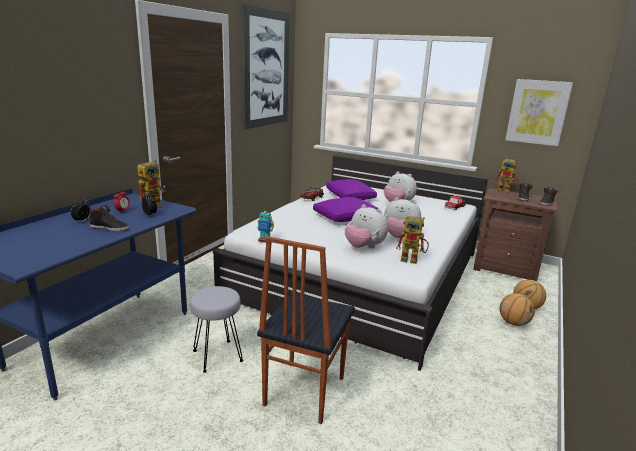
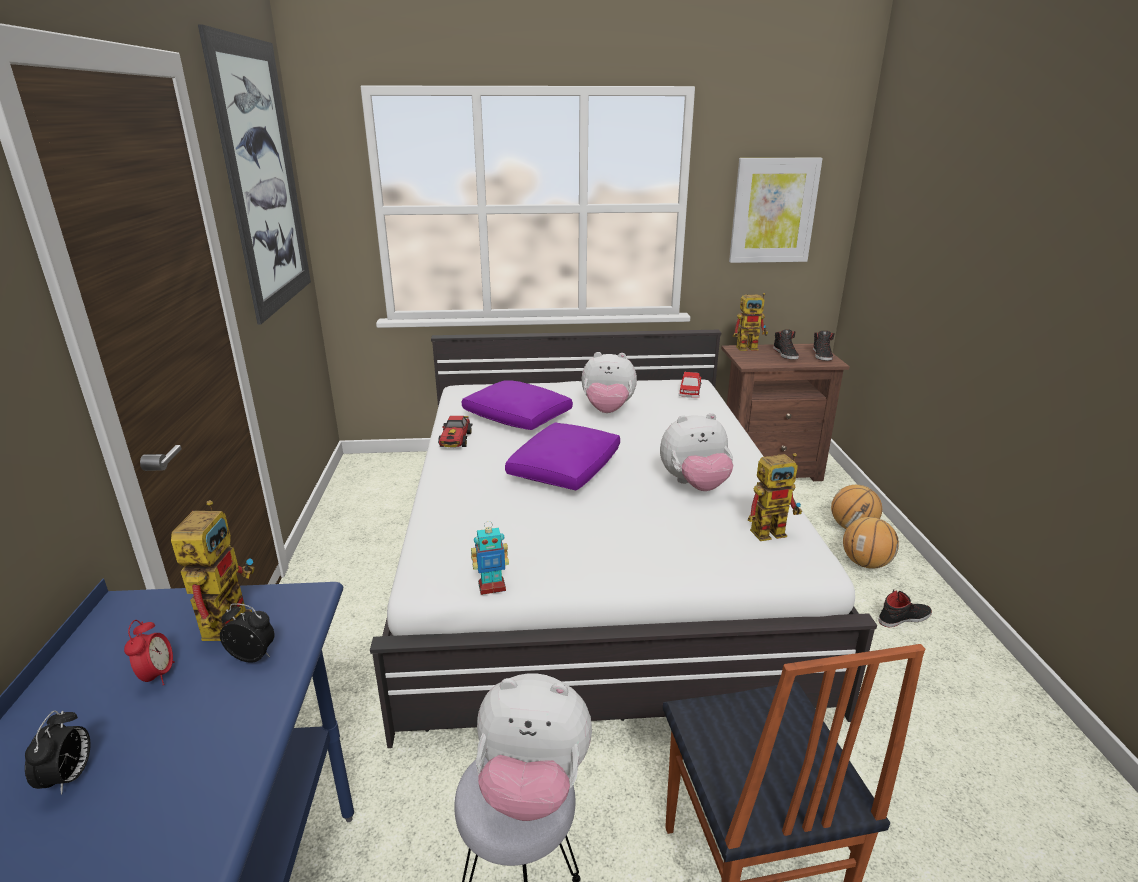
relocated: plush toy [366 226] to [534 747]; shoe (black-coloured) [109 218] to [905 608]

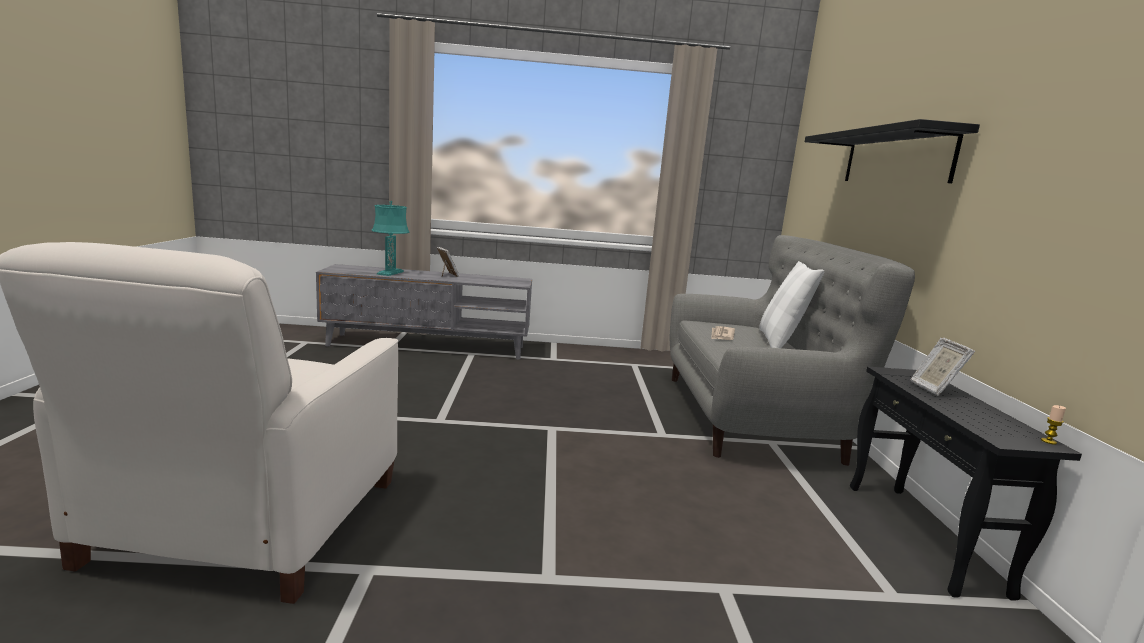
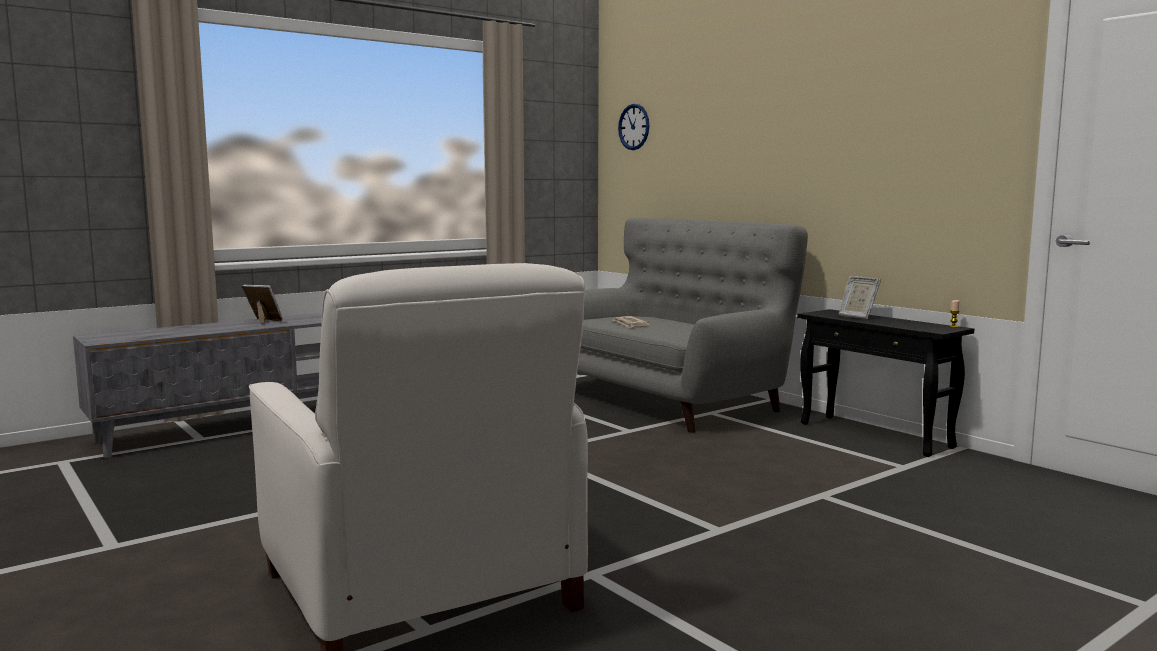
missing: table lamp (blue-green) [390 238]; throw pillow (white) [791 304]; wall shelf (black-coloured) [892 151]
appeared: hanging clock [633 127]

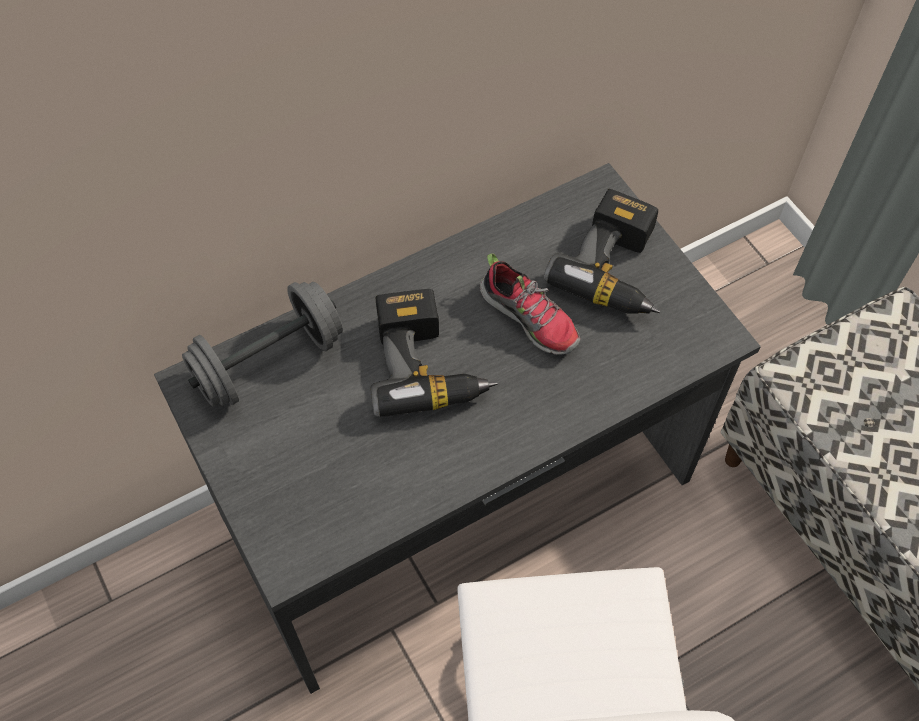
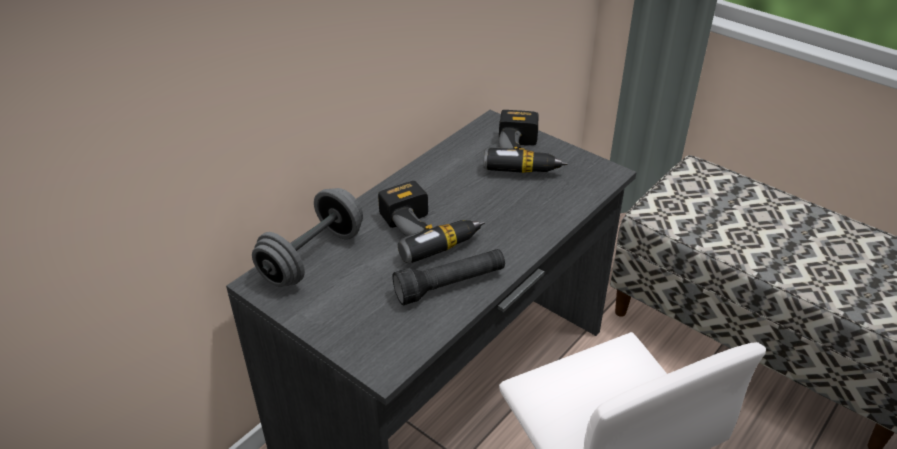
missing: shoe [530 304]
appeared: flashlight (black-coloured) [448 277]

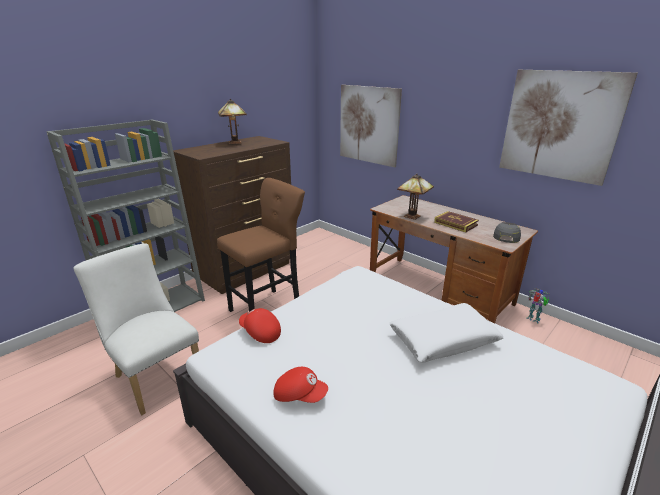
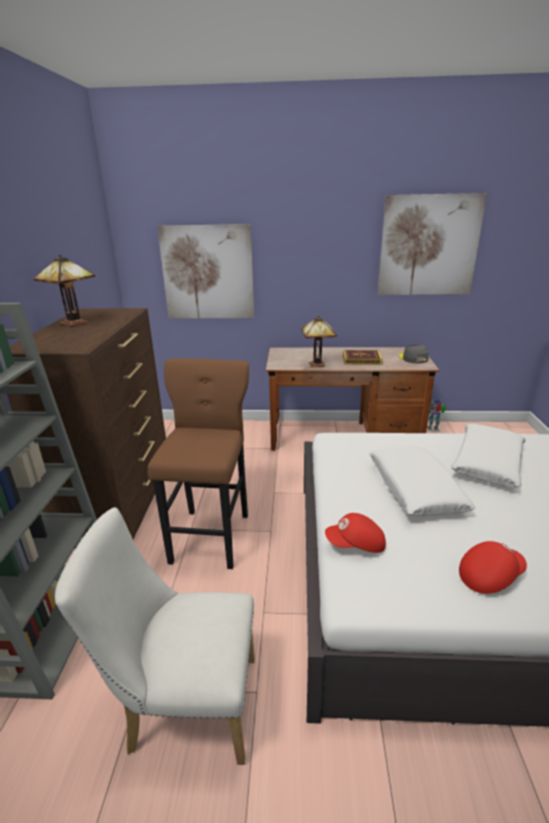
appeared: throw pillow (white) [422 481]

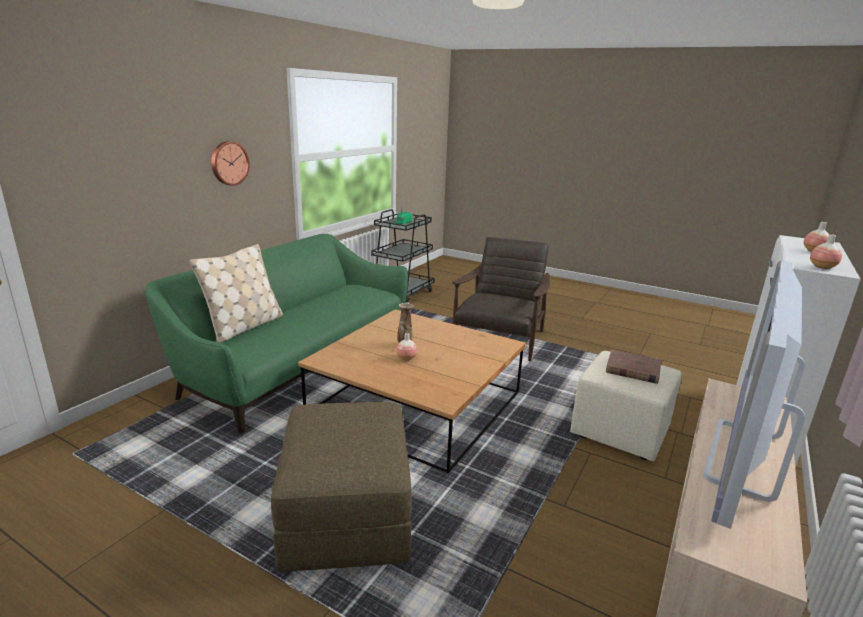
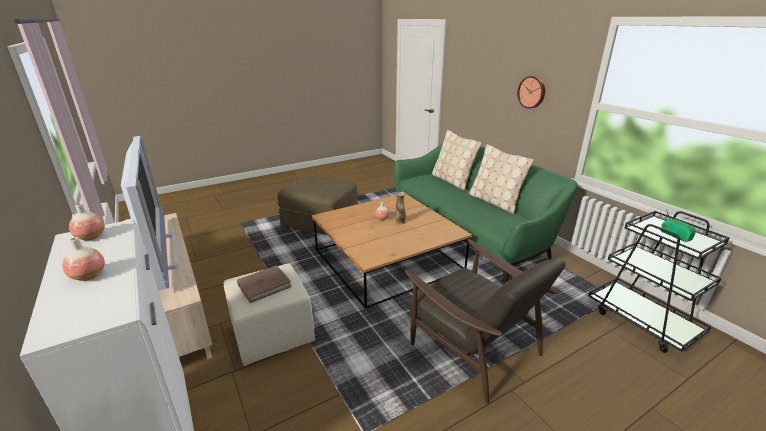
appeared: throw pillow (beige) [501 179]

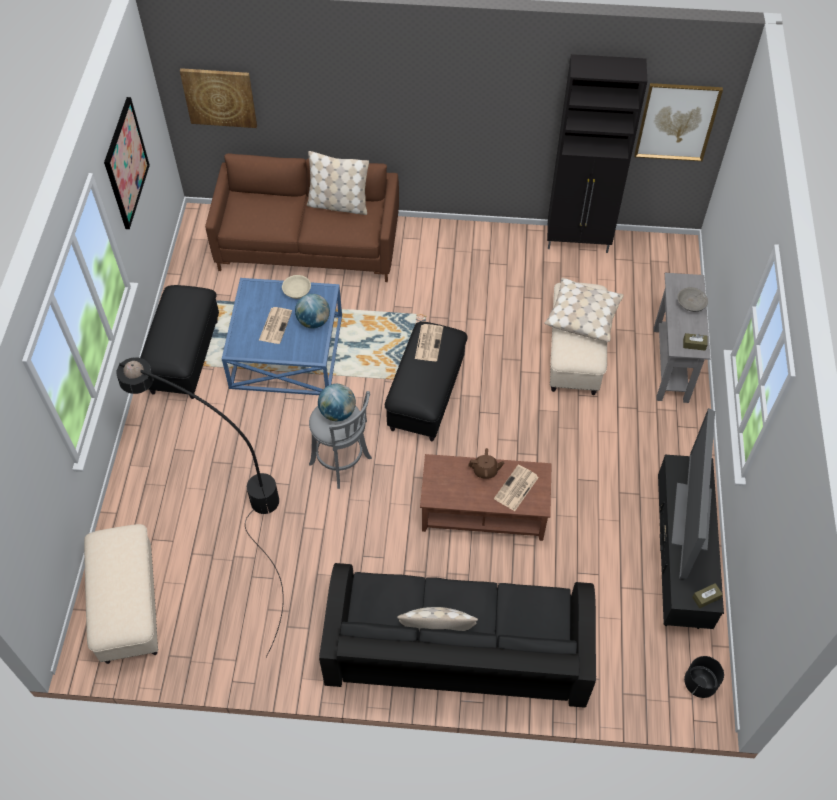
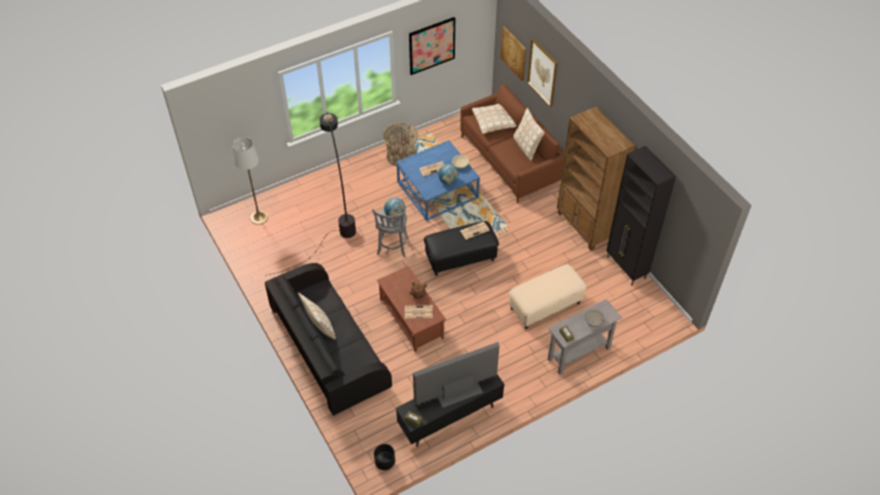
appeared: bookcase (brown-coloured) [596 178]
relocated: throw pillow (beige) [584 310] to [494 119]; wall art [678 122] to [542 73]
exchanged: footrest (beige) [121 594] to standard lamp (white) [250 181]; footrest (black-coloured) [179 342] to household basket [400 144]

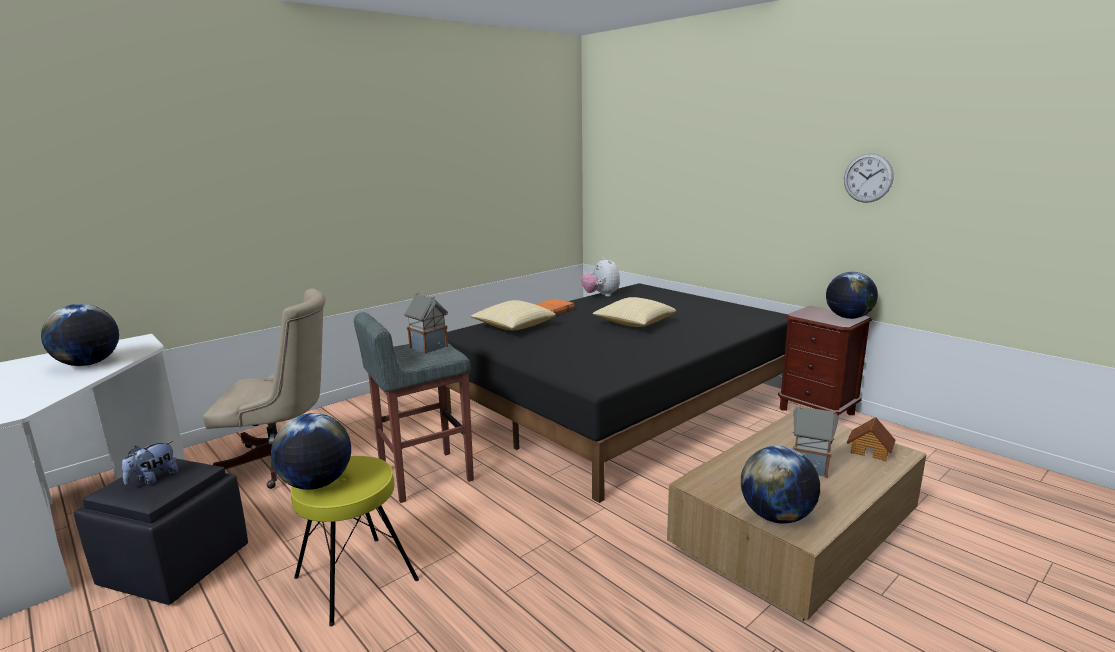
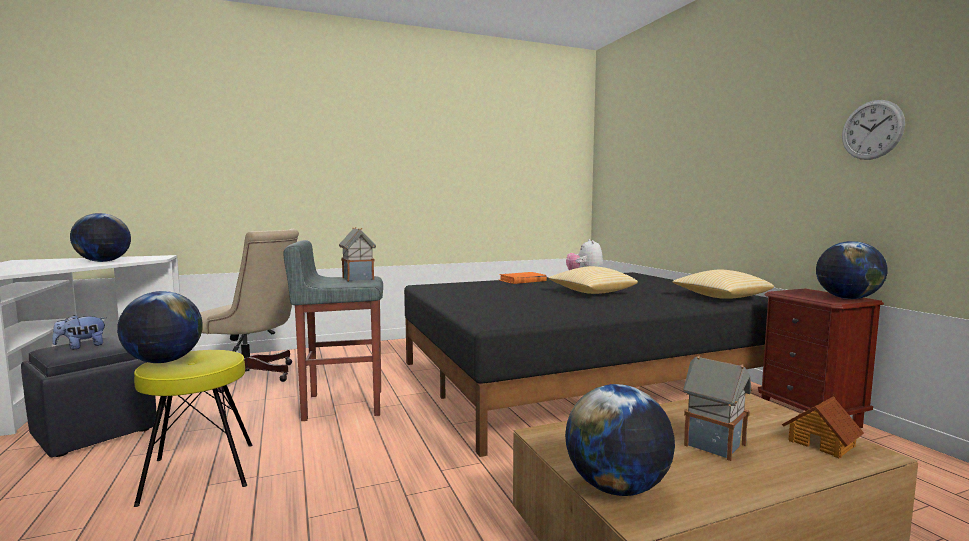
relocated: throw pillow [513 315] to [723 284]

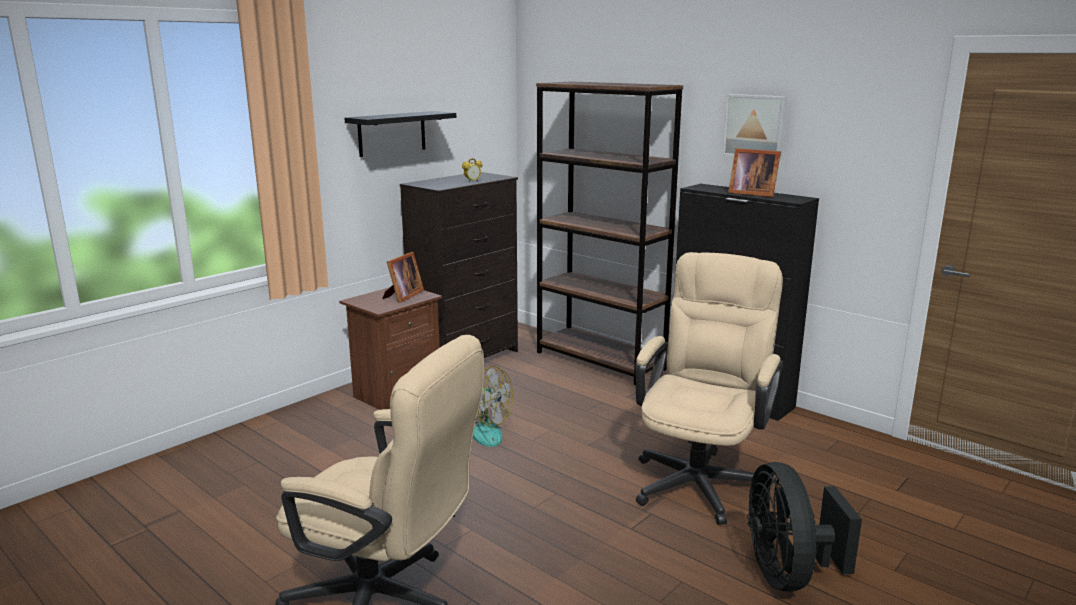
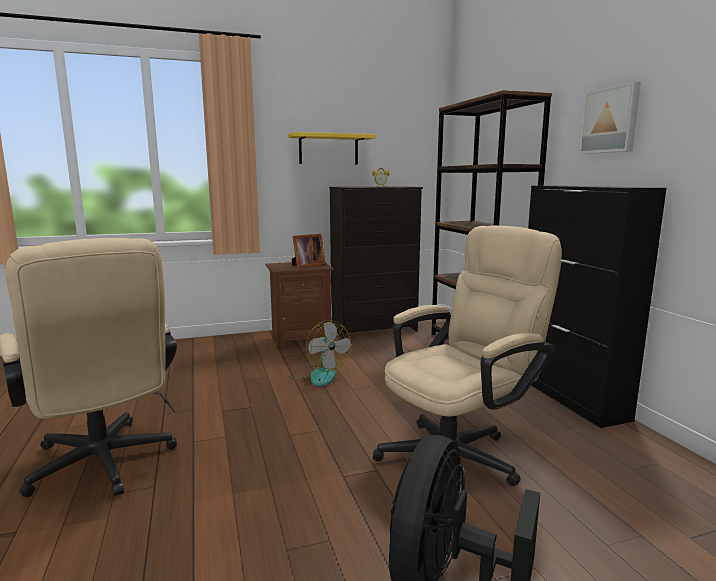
missing: photo frame [754 172]
colour: wall shelf (black-coloured) [400 134] to wall shelf (yellowish) [332 148]

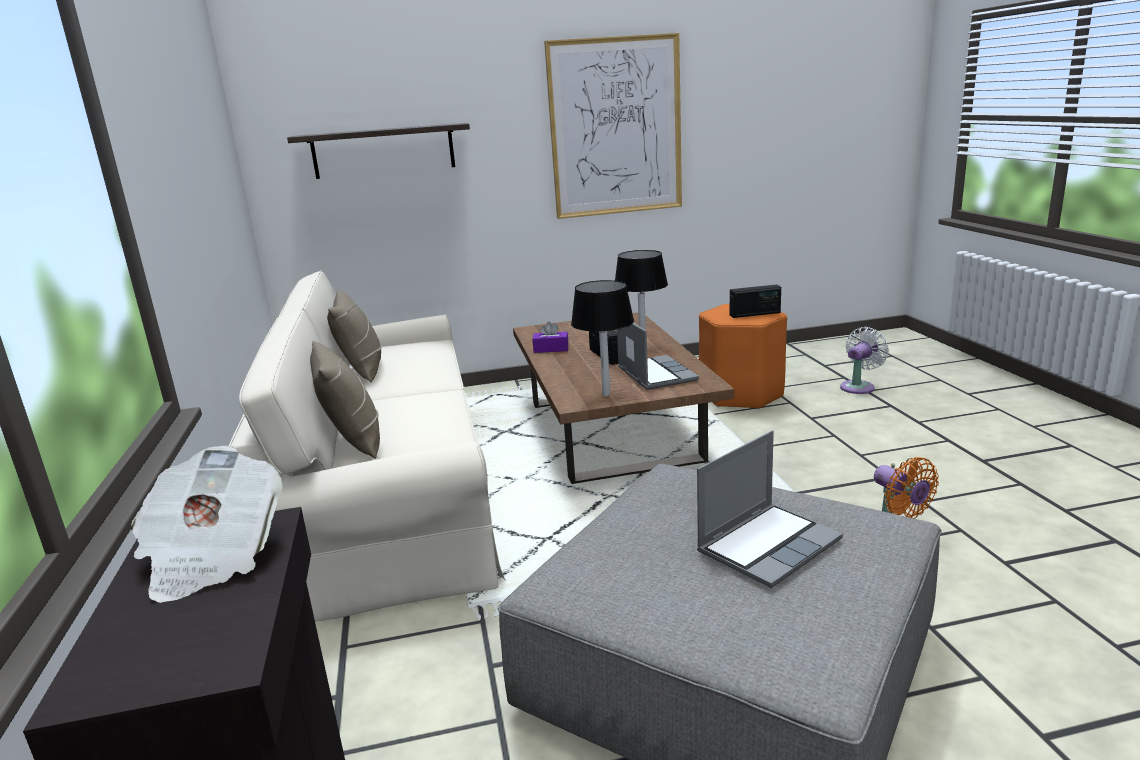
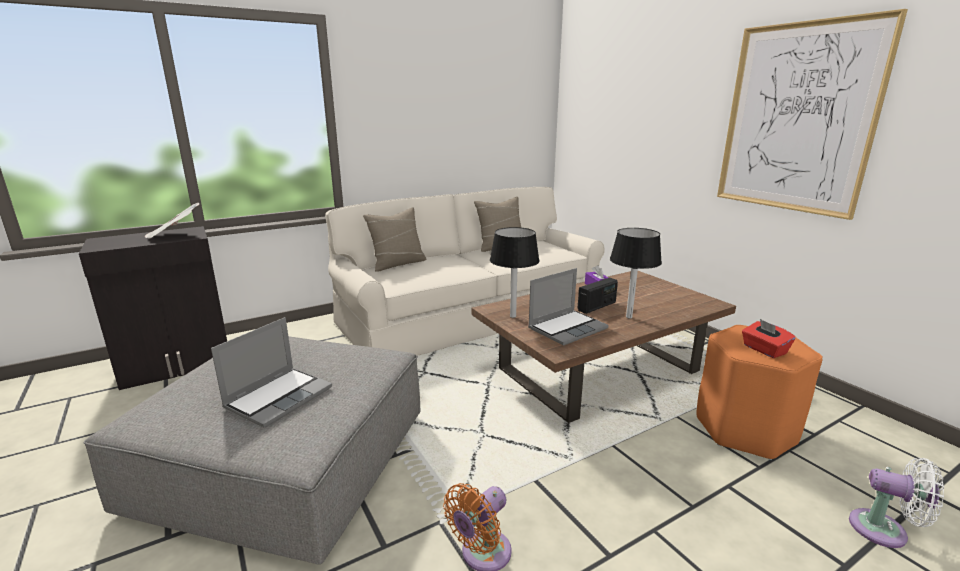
missing: wall shelf [378 151]
exchanged: radio set [755 301] to box of tissues (red) [768 338]
spun: notebook computer [770 509] = [271 372] 90 degrees counterclockwise

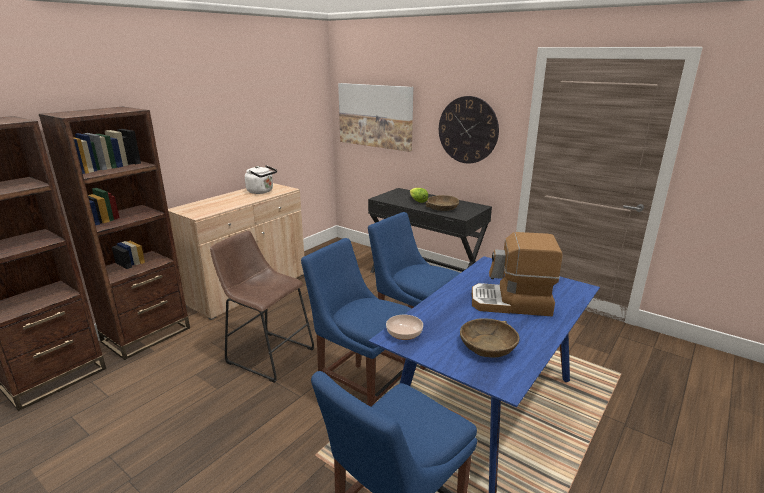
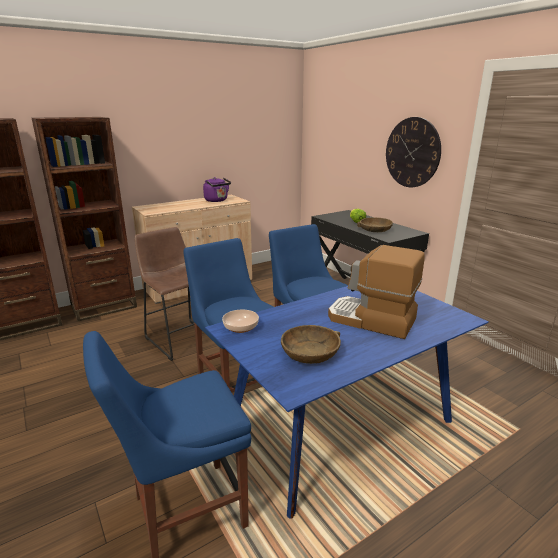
missing: wall art [375 117]
colour: water kettle (white) [261 179] to water kettle (purplish) [217 189]

